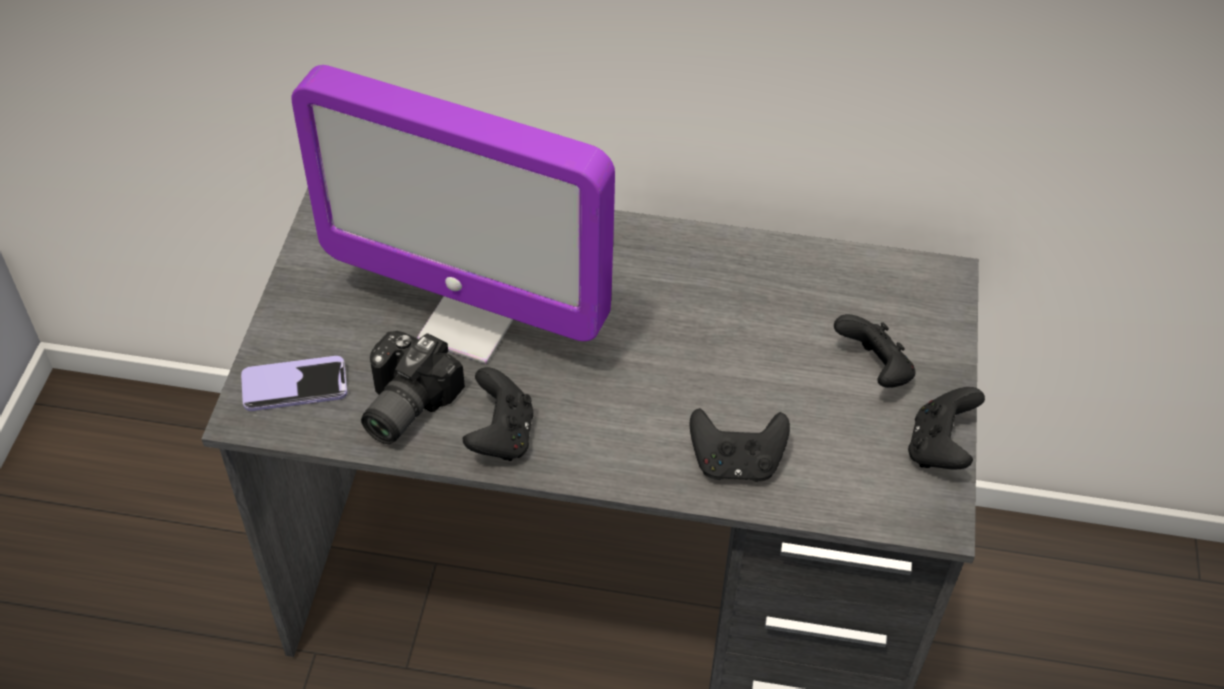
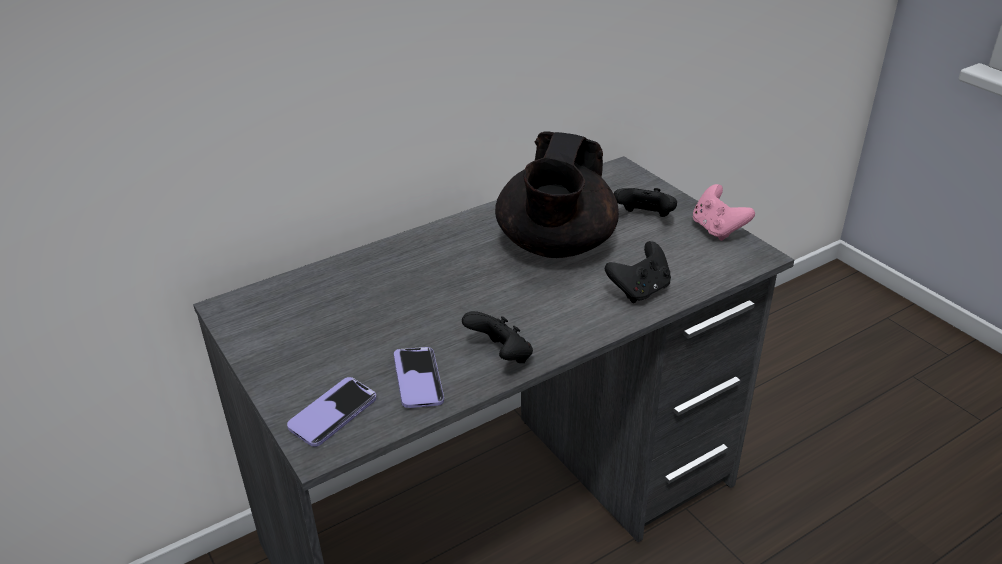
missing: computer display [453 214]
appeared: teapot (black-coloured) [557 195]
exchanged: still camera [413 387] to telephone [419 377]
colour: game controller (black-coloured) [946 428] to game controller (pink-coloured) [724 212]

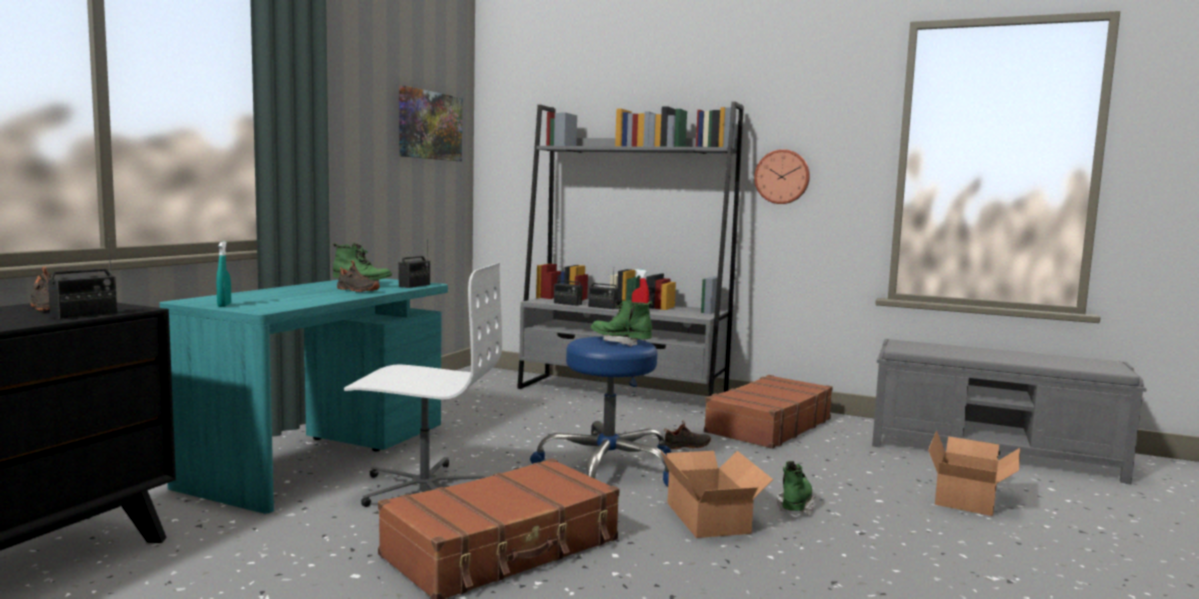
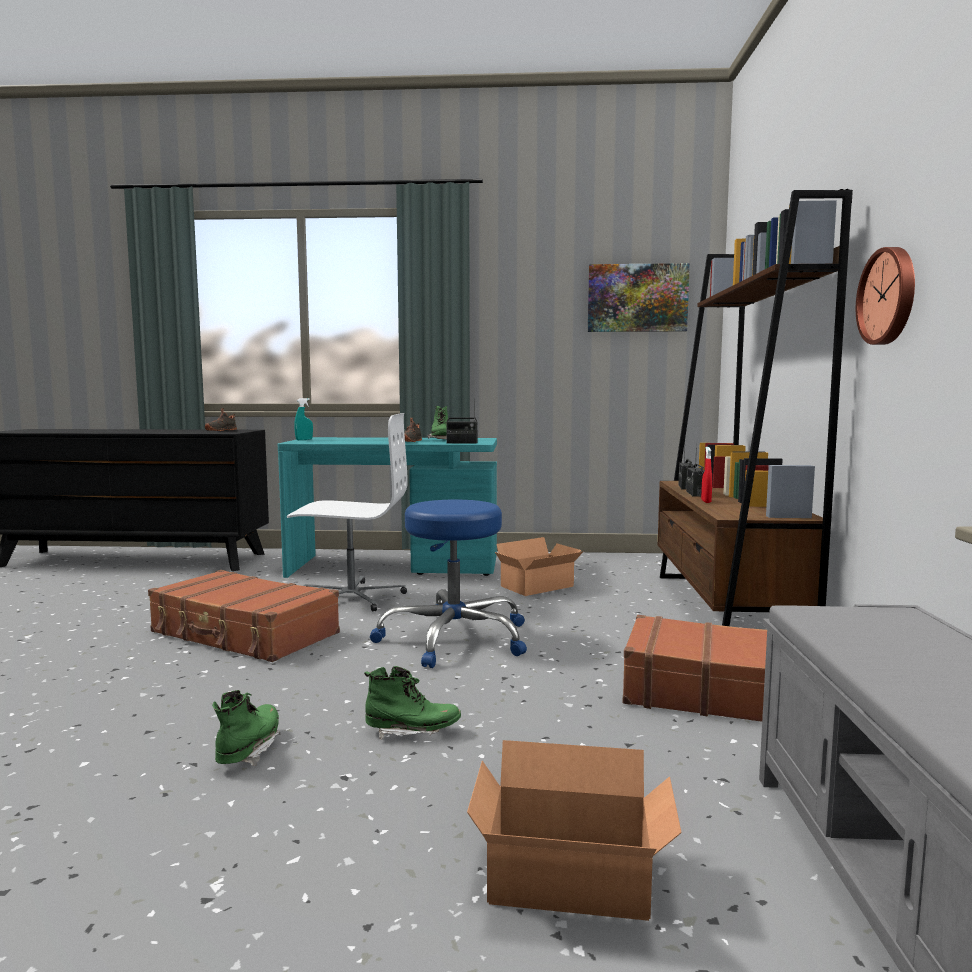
missing: radio set [82 277]; shoe (black-coloured) [687 434]
relocated: high-top boot (green) [621 323] to [246 728]; cardboard box [716 494] to [539 566]
colour: bookcase (greyish) [630 248] to bookcase (brown-coloured) [755 407]
spun: computer chair (white) [423 385] = [347 512] 75 degrees counterclockwise

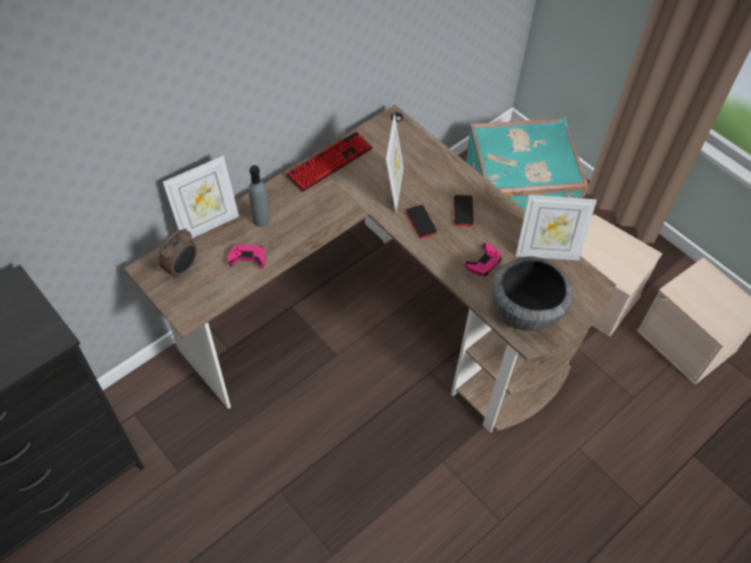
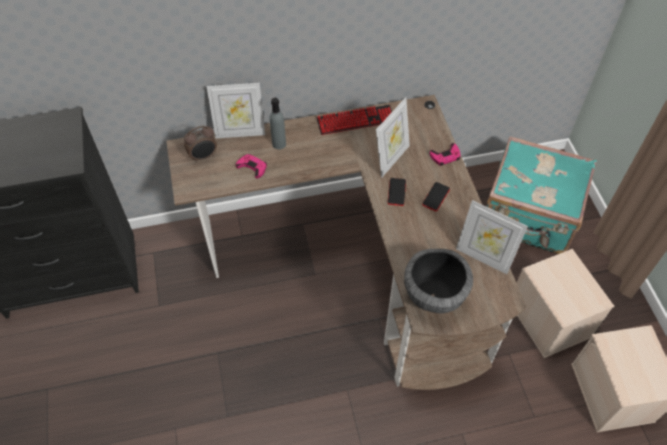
relocated: game controller (pink-coloured) [483 259] to [445 154]

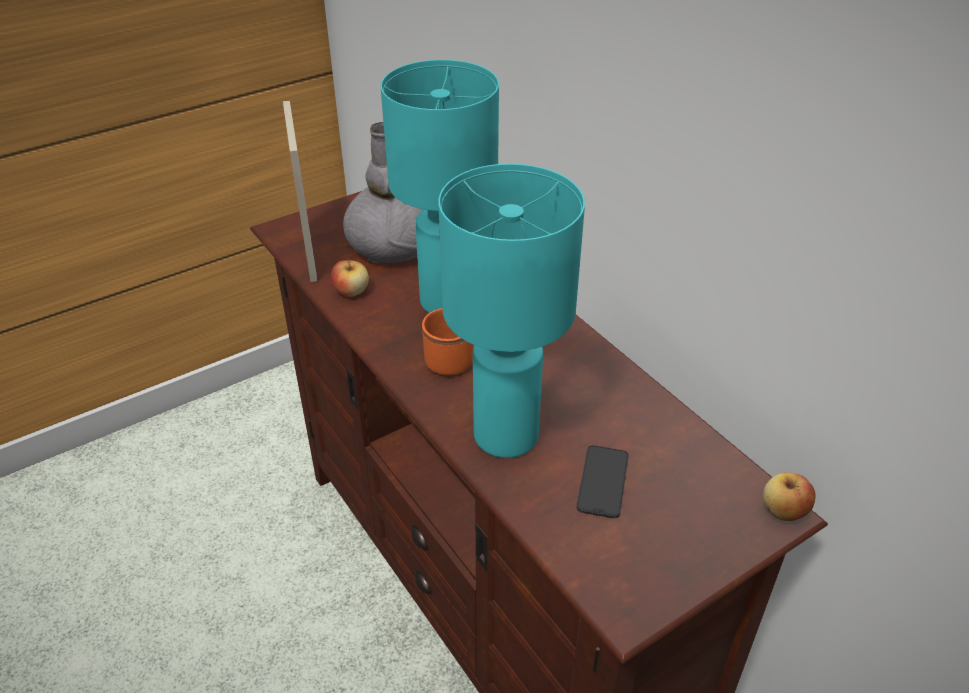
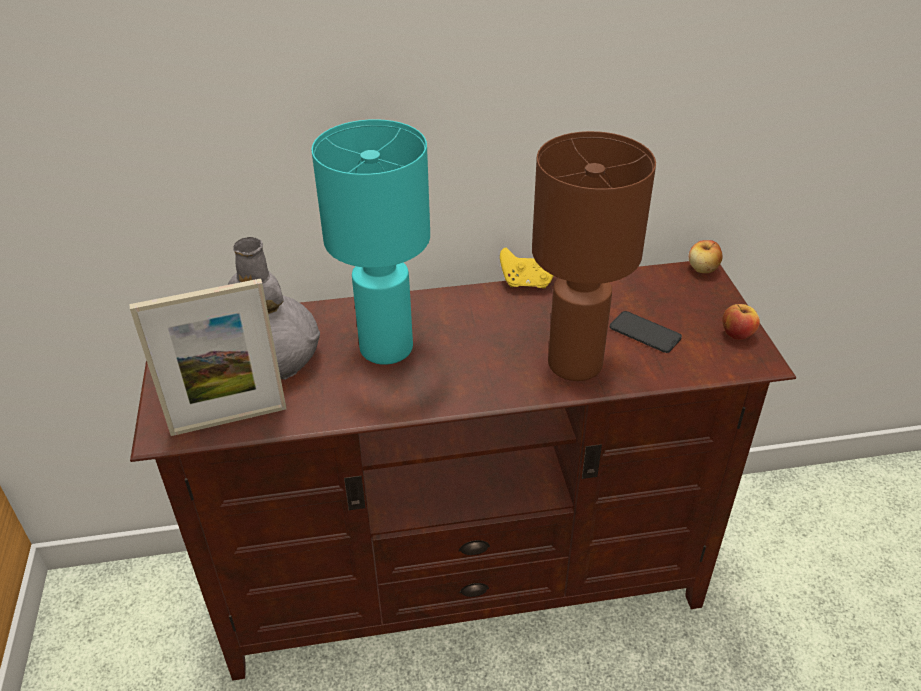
missing: mug (orangey) [448 342]
appeared: game controller (yellowish) [526 268]
relocated: apple fruit [350 277] to [741 322]
colour: table lamp (blue-green) [511 311] to table lamp (brown-coloured) [594 256]
spun: photo frame [300 191] = [208 357] 150 degrees clockwise

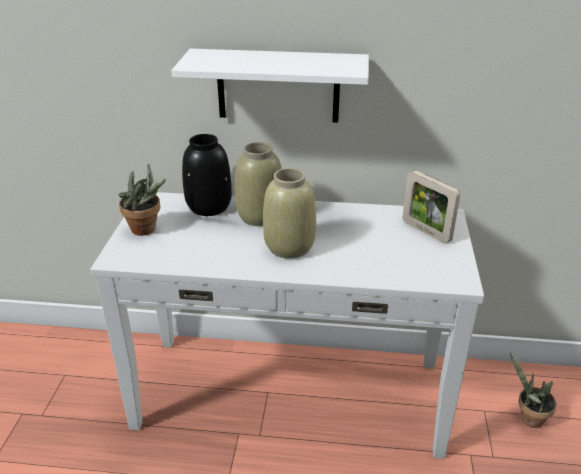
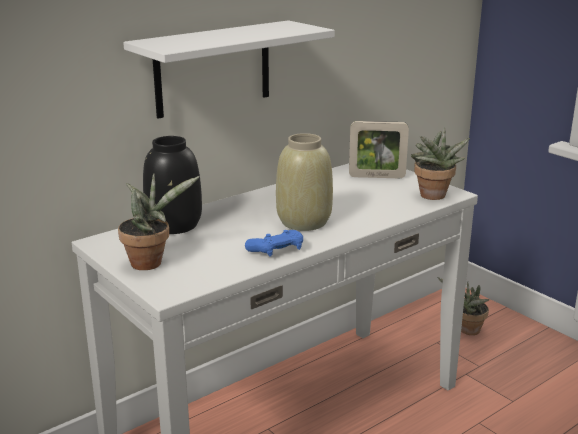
missing: flower vase (beige) [258 184]
appeared: game controller (blue) [274 243]; houseplant [440 164]

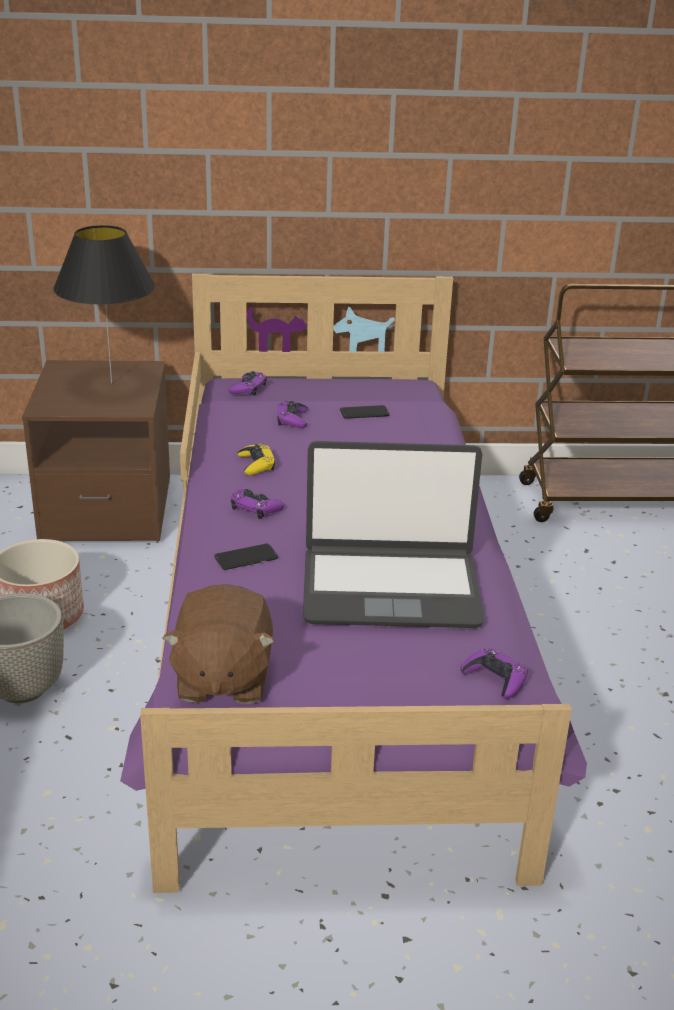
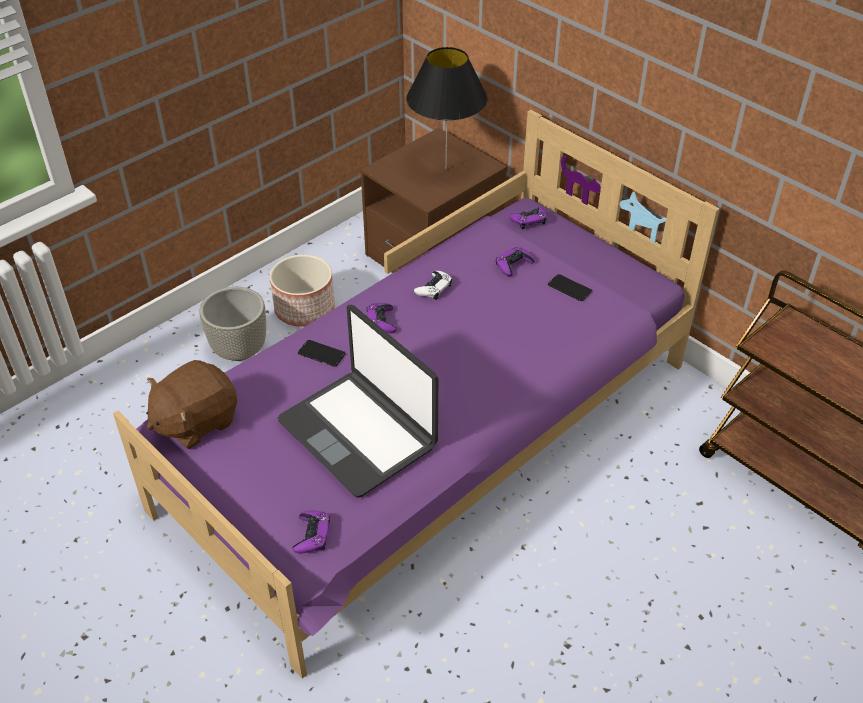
colour: game controller (yellowish) [256 459] to game controller (white) [433 285]

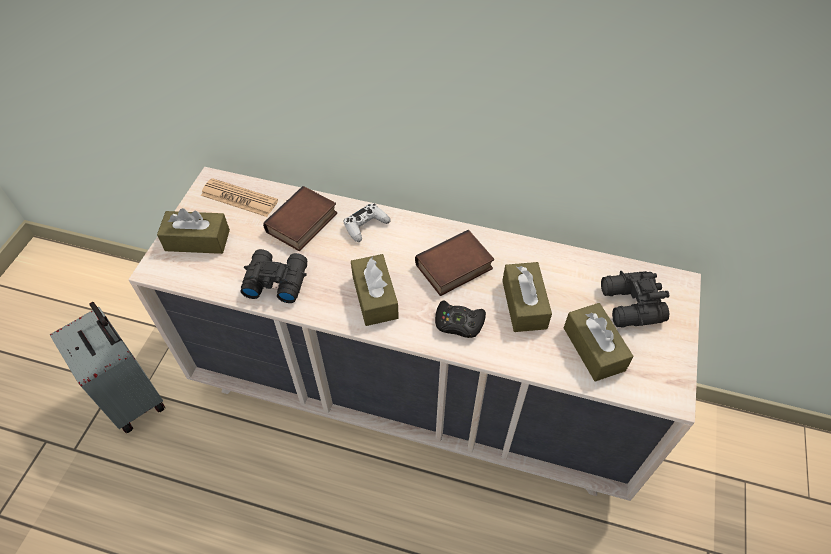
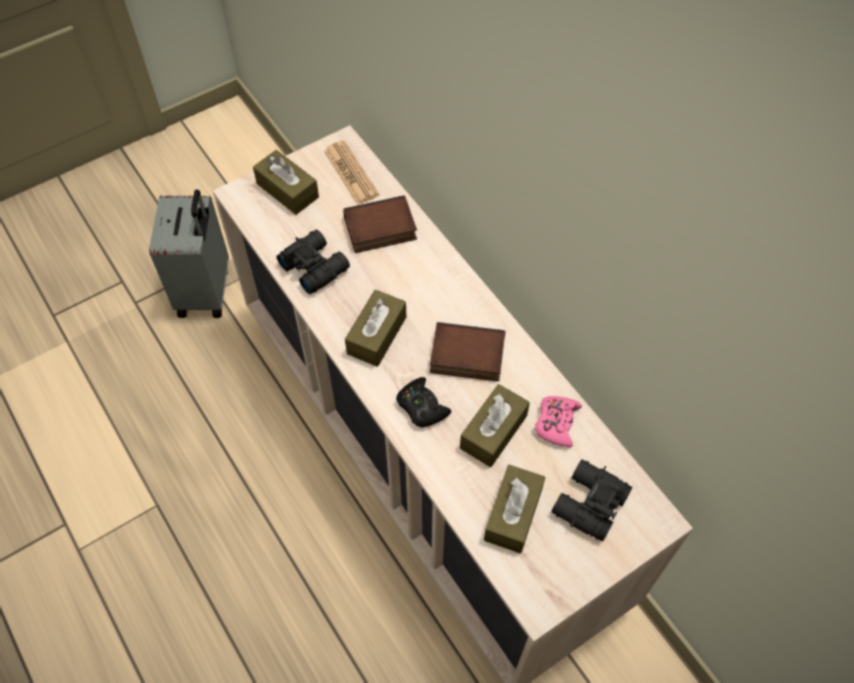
missing: game controller (white) [367 222]
appeared: game controller (pink-coloured) [558 421]

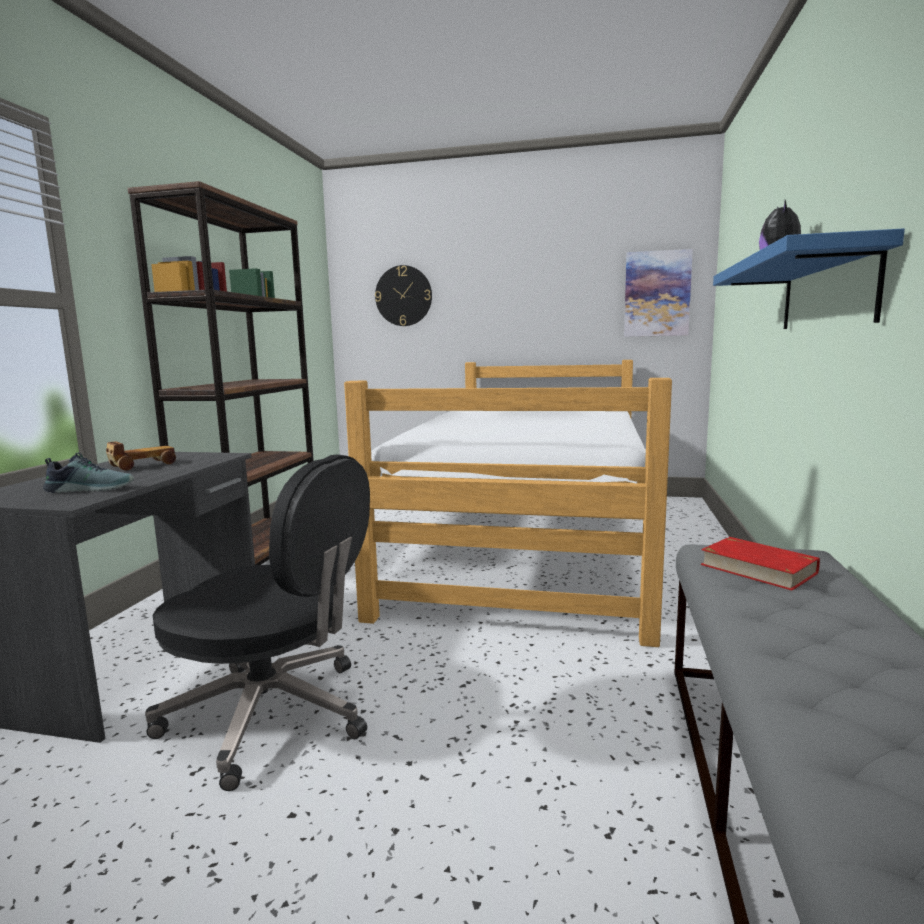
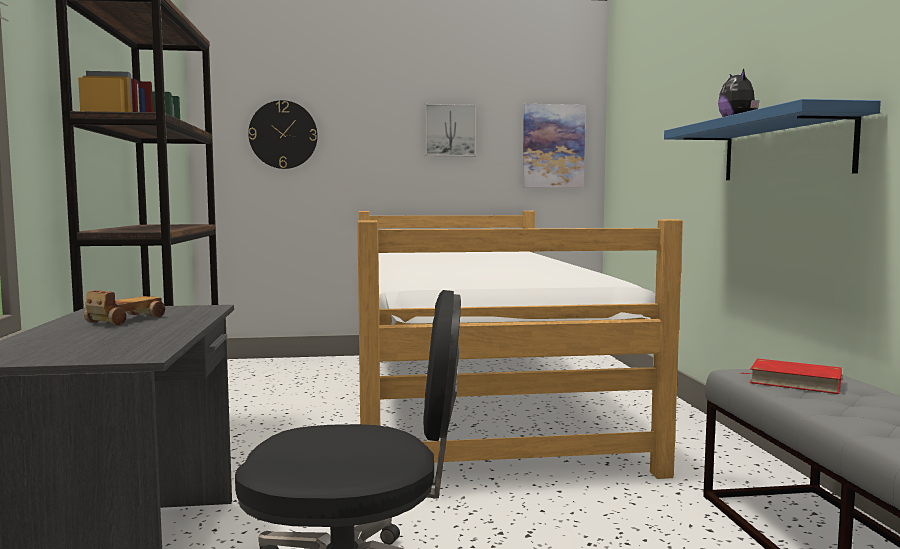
missing: shoe [88 472]
appeared: wall art [450 130]

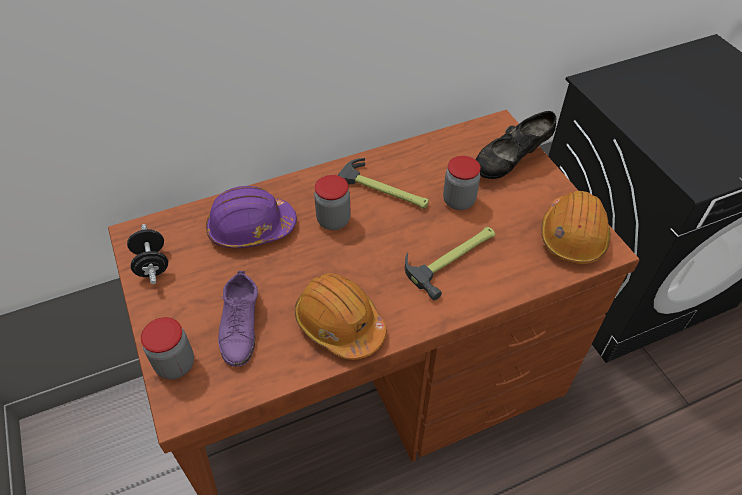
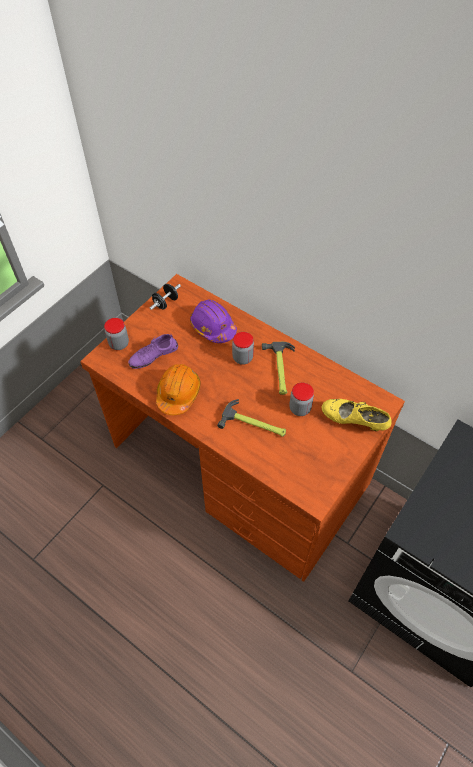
missing: work helmet (orangey) [576 227]
colour: shoe (black-coloured) [515 145] to shoe (yellowish) [356 415]

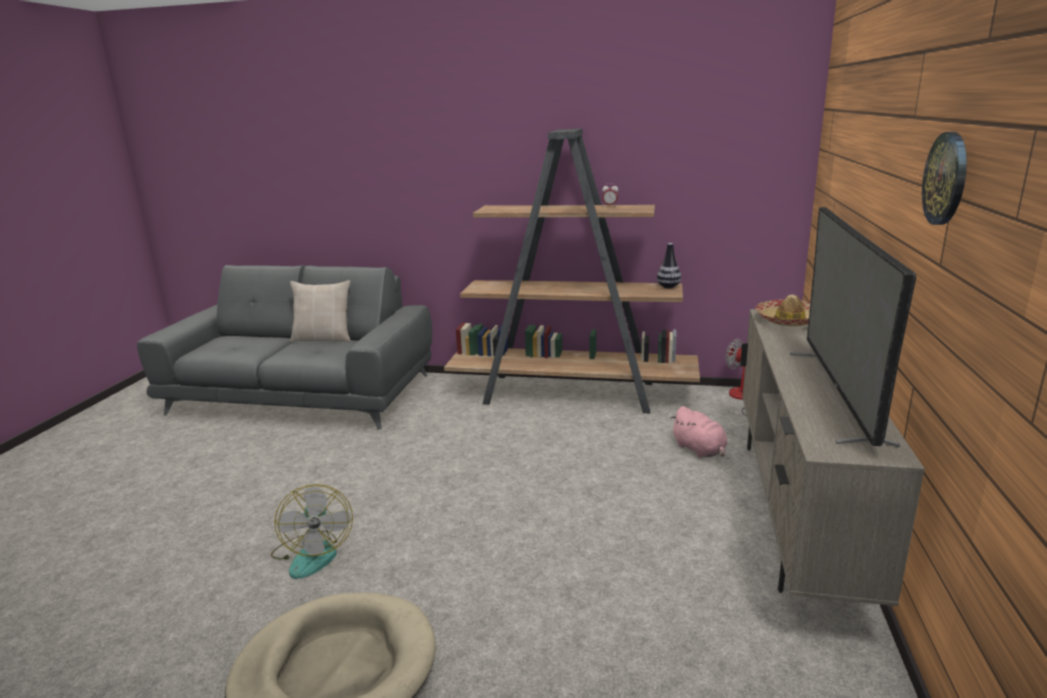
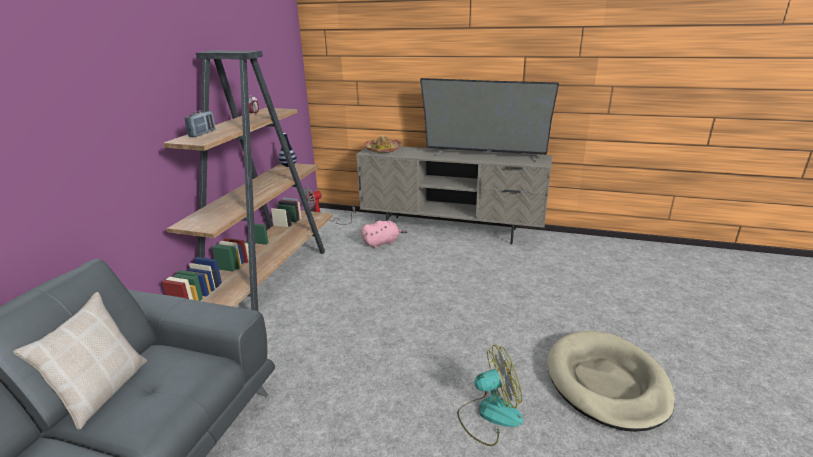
missing: hanging clock [944 178]
appeared: radio set [200 123]

